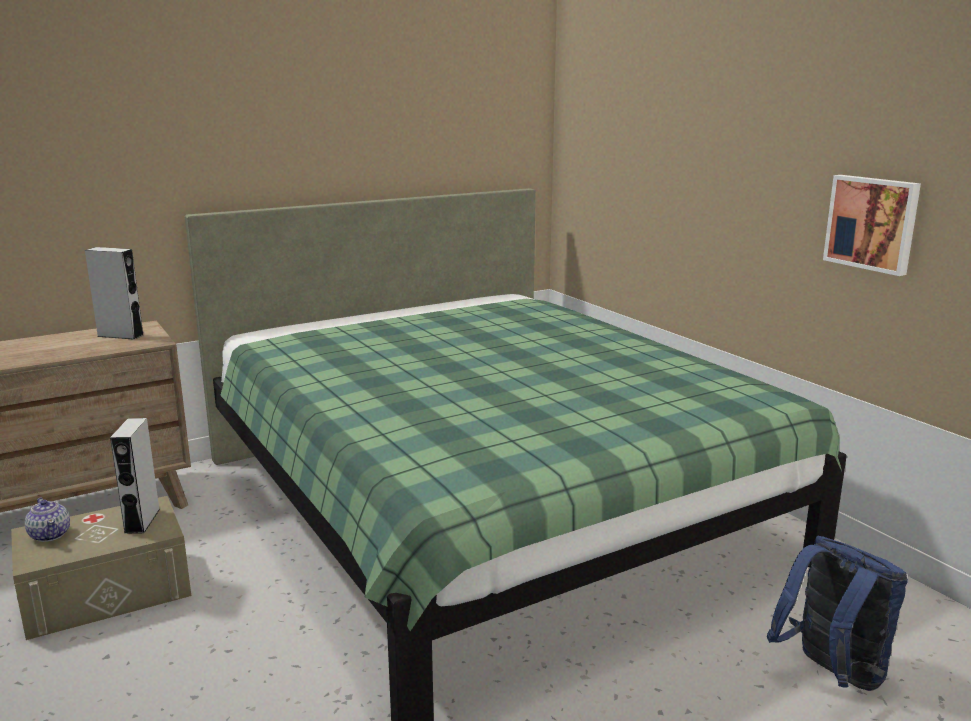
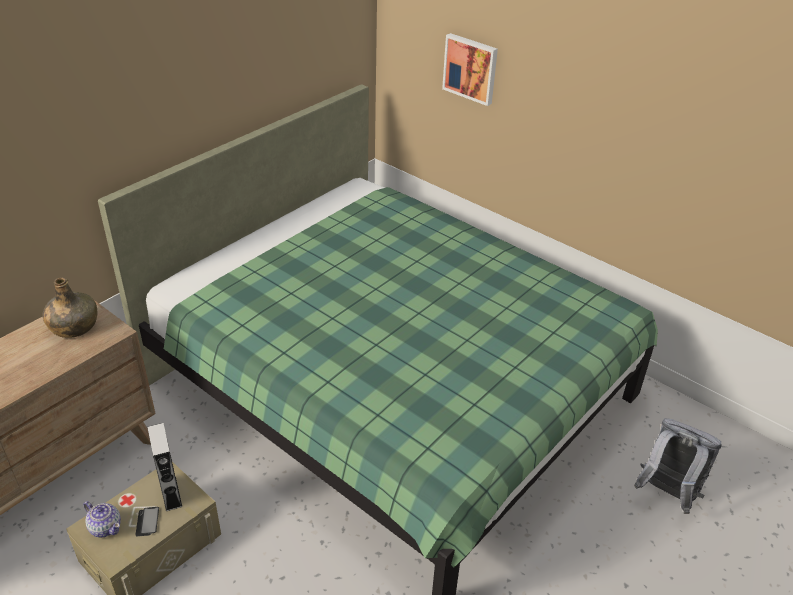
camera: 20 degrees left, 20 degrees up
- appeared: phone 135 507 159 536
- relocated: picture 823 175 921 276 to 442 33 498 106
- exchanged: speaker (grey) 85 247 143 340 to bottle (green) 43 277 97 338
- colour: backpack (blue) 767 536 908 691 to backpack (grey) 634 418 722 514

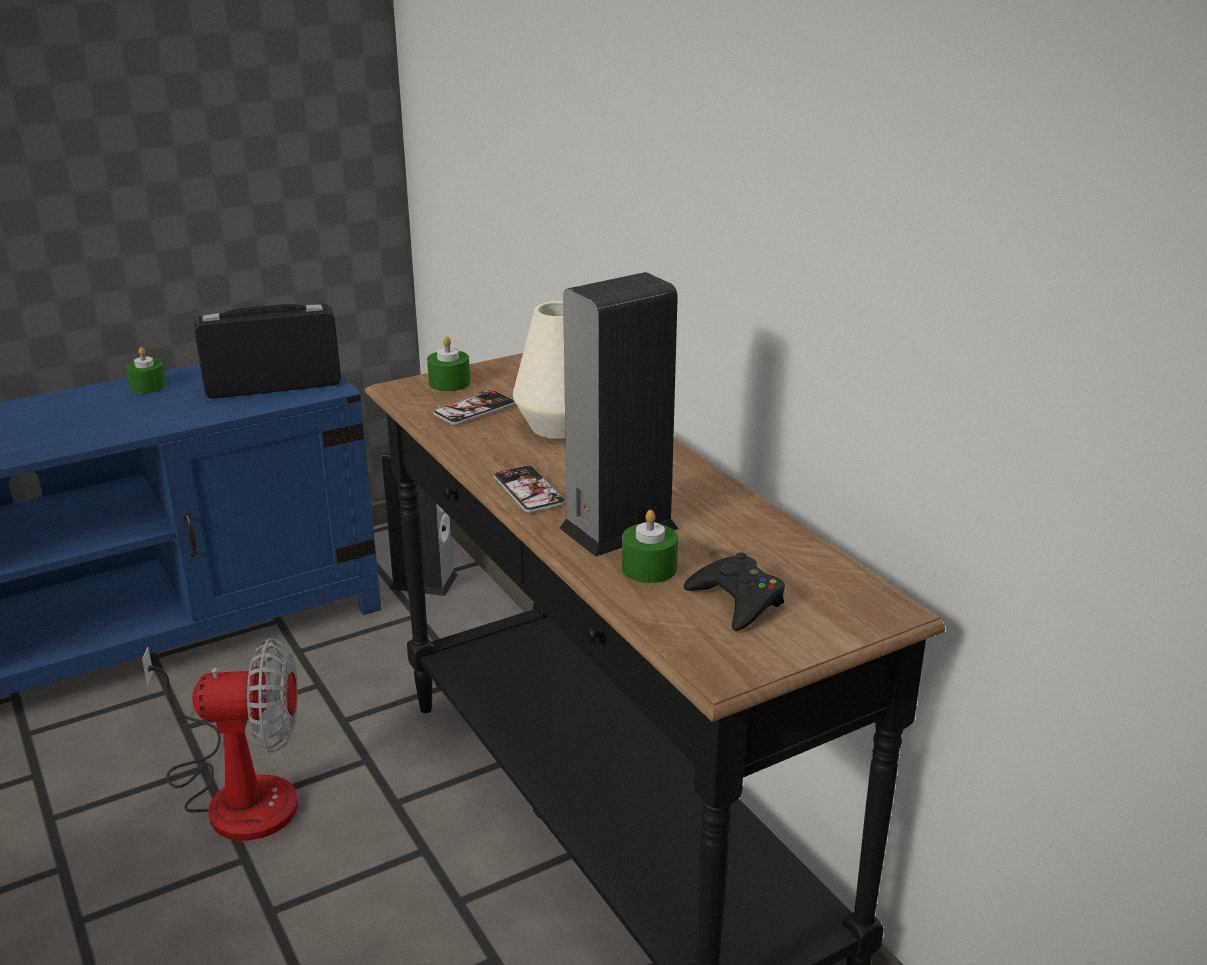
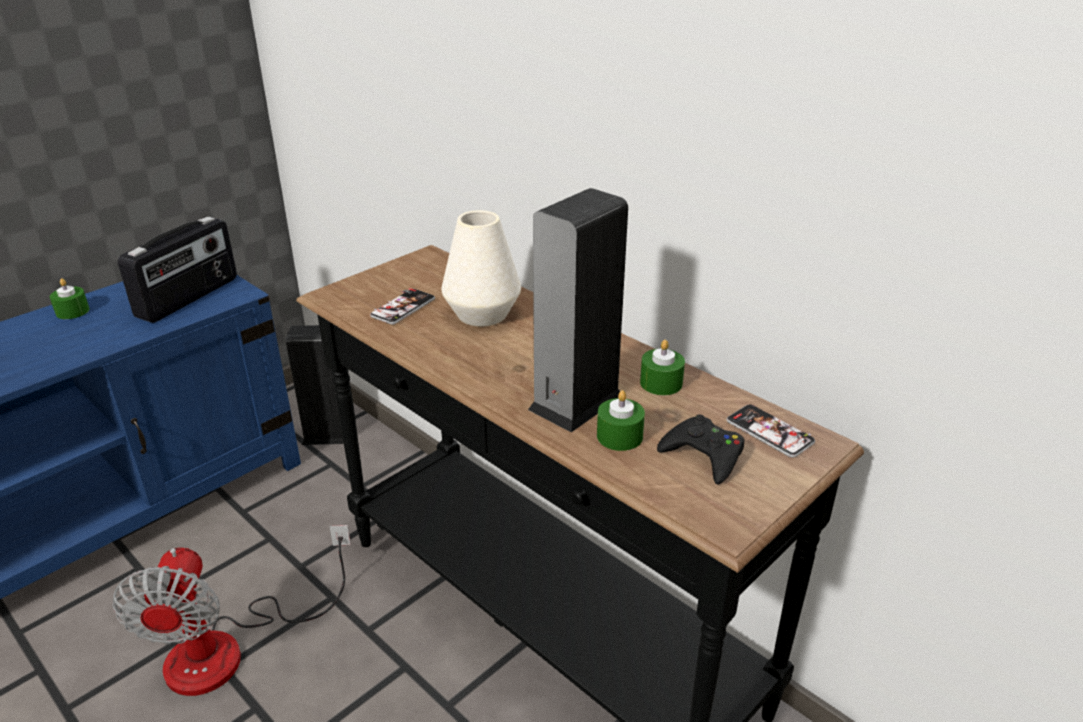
camera: 15 degrees left, 5 degrees up
- relocated: candle (green) 427 336 470 392 to 640 340 685 395
- relocated: phone 494 465 566 513 to 726 404 815 458
- spun: fan 142 638 298 841 = 112 525 351 696 105 degrees clockwise
- spun: radio 195 304 341 399 = 118 216 237 323 150 degrees clockwise

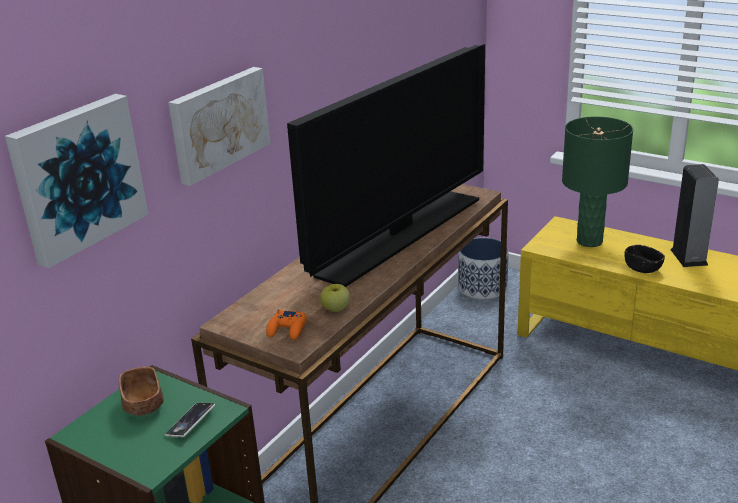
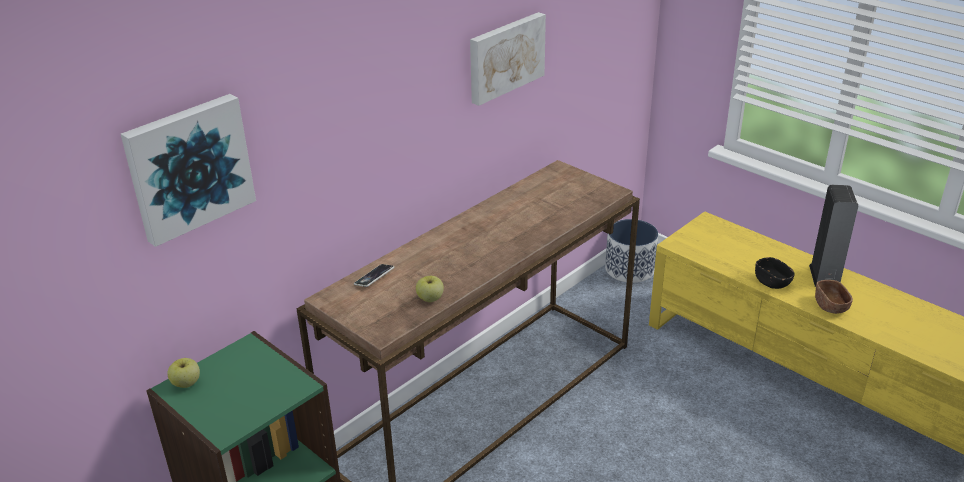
camera: 10 degrees right, 5 degrees up
- missing: game controller (orange) 266 309 307 340
- missing: television 287 44 485 287
- missing: table lamp (green) 562 116 633 247
- appeared: apple 167 358 200 388
- relocated: bowl (brown) 119 367 164 416 to 815 280 853 314
- relocated: phone 165 403 215 437 to 354 264 394 287
- relocated: picture 168 67 271 186 to 470 12 546 106

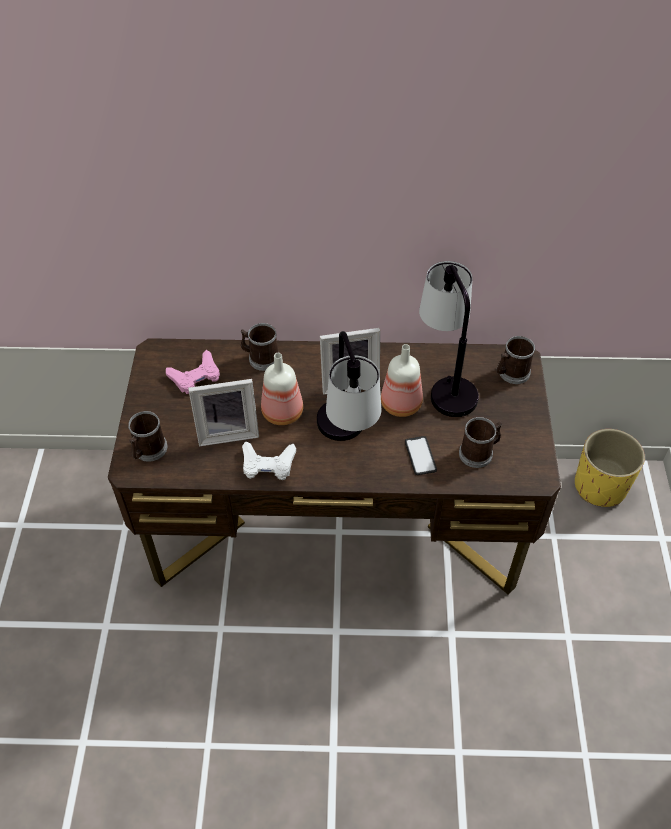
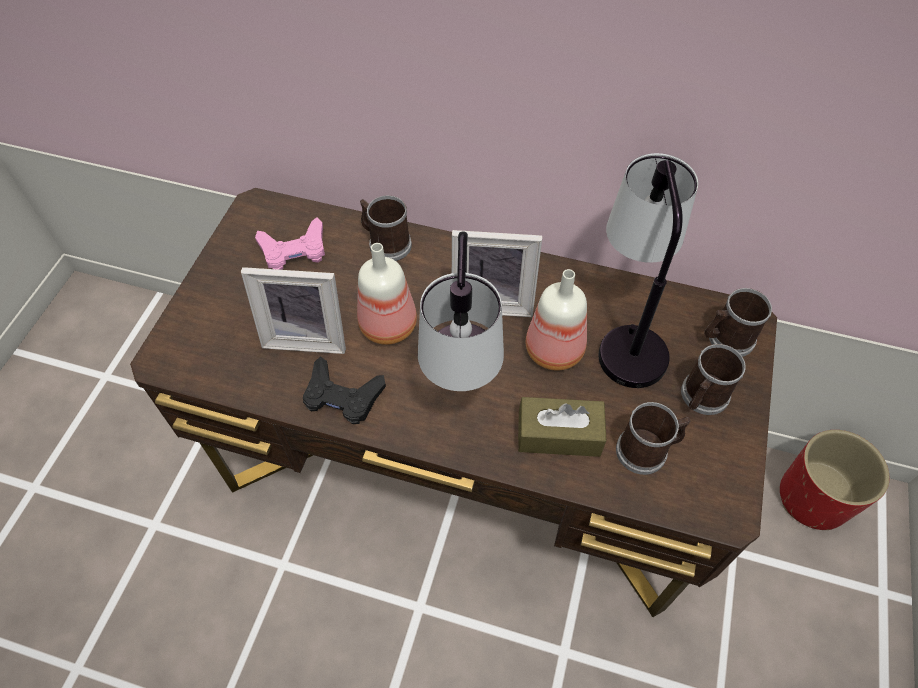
camera: 15 degrees right, 5 degrees up
- relocated: mug 128 411 168 462 to 681 344 746 415
- exchanged: phone 405 436 437 475 to tissue box (brown) 518 397 606 457
- colour: game controller (white) 242 441 296 480 to game controller (black) 303 356 386 424
- colour: planter (yellow) 575 429 645 507 to planter (red) 780 430 890 530

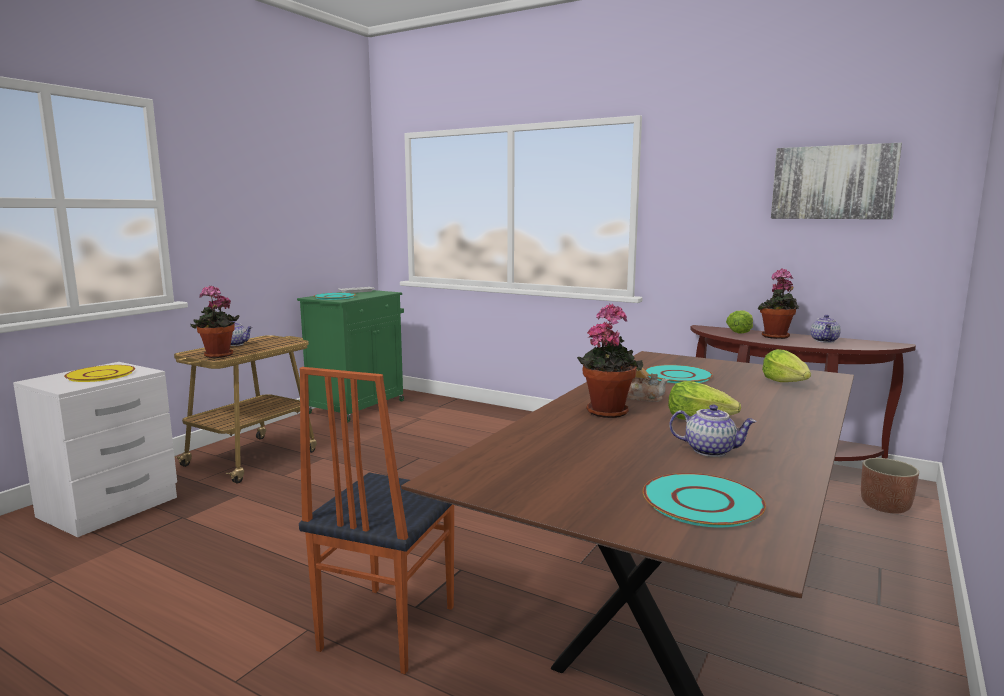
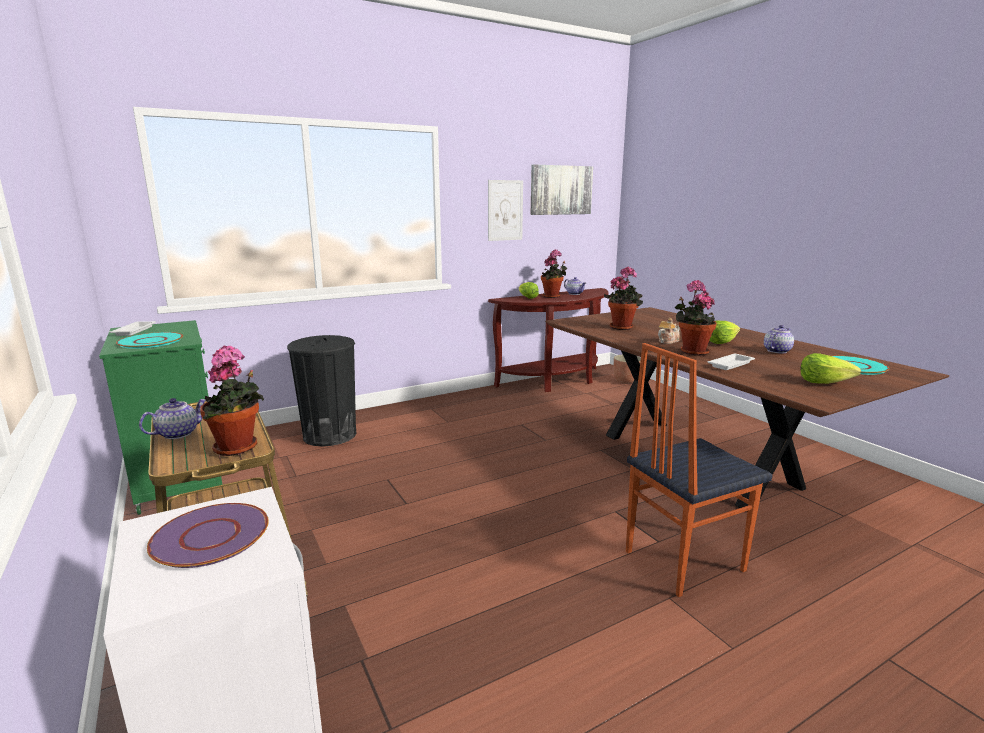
camera: 60 degrees left, 5 degrees up
- appeared: trash can (black) 287 335 357 446
- appeared: picture 488 180 523 241
- appeared: tray (white) 707 354 755 370
- relocated: lettuce 762 349 811 382 to 801 353 861 384
- exchanged: plate (turquoise) 645 365 713 383 to potted plant 604 267 643 330
- colour: plate (yellow) 64 365 135 382 to plate (purple) 147 503 269 568
- spun: chair 299 367 454 674 = 626 343 772 597 105 degrees clockwise

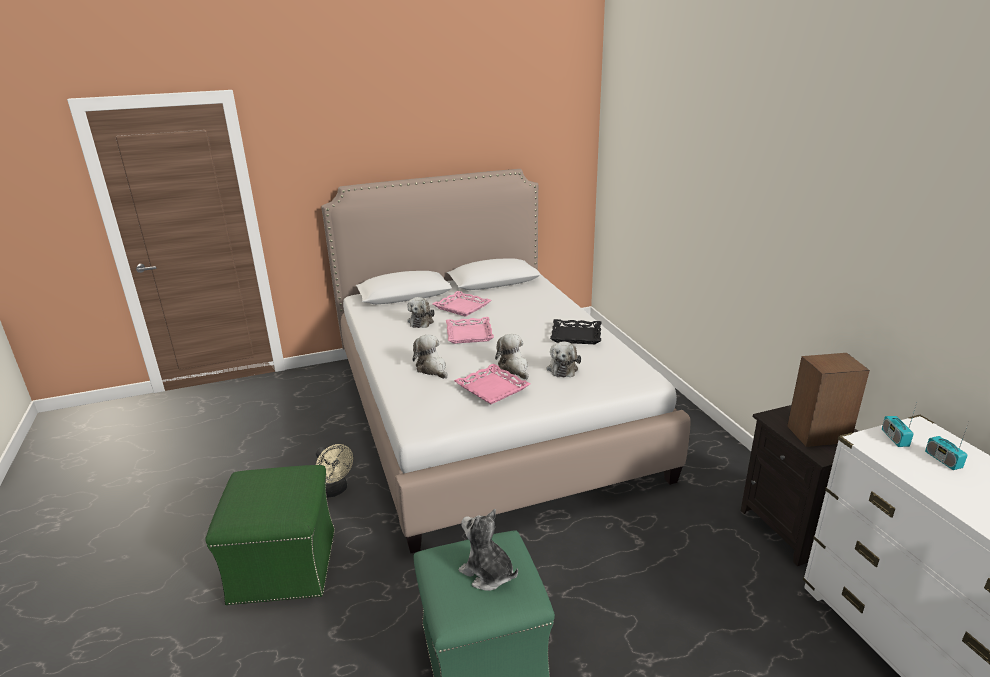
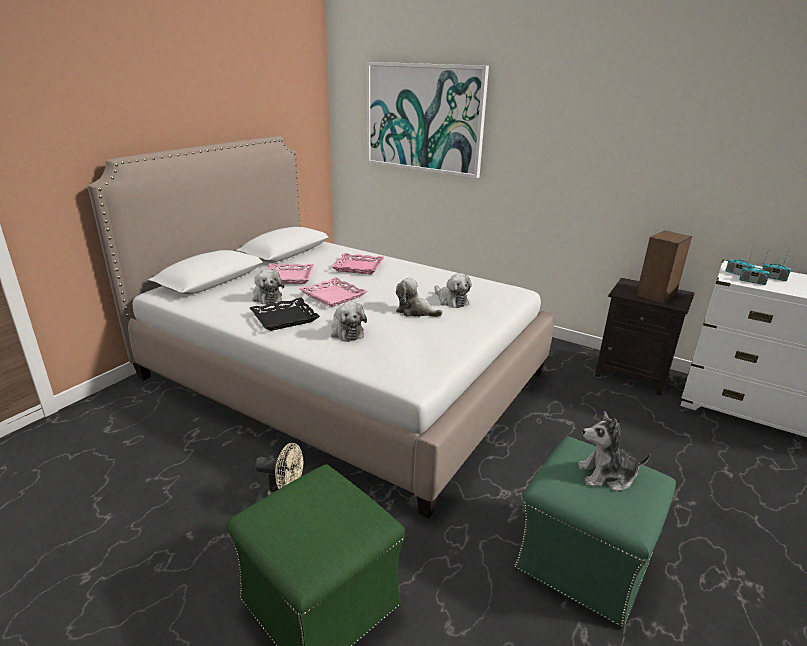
camera: 40 degrees left, 0 degrees up
- appeared: picture 367 62 489 178
- appeared: radio 739 249 769 285
- relocated: tray (pink) 454 364 531 404 to 331 253 385 274
- relocated: tray (black) 550 319 601 344 to 250 298 320 331
- spun: plush toy 413 335 448 379 = 331 302 367 342 135 degrees counterclockwise

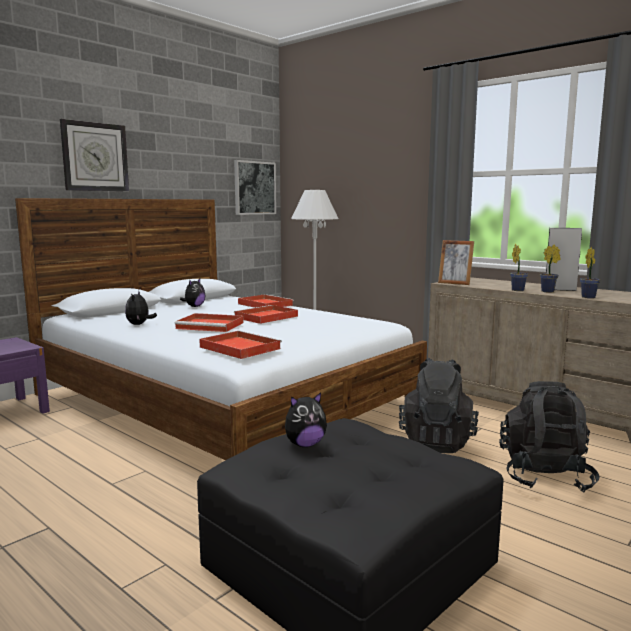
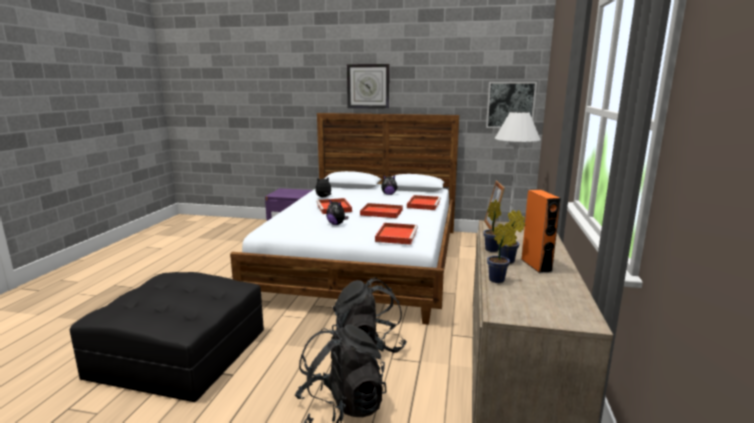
camera: 60 degrees right, 5 degrees up
- relocated: tray (red) 199 331 282 359 to 375 223 418 245
- relocated: plush toy 285 392 327 447 to 326 199 348 225
- colour: speaker (grey) 546 228 582 291 to speaker (orange) 521 190 561 273

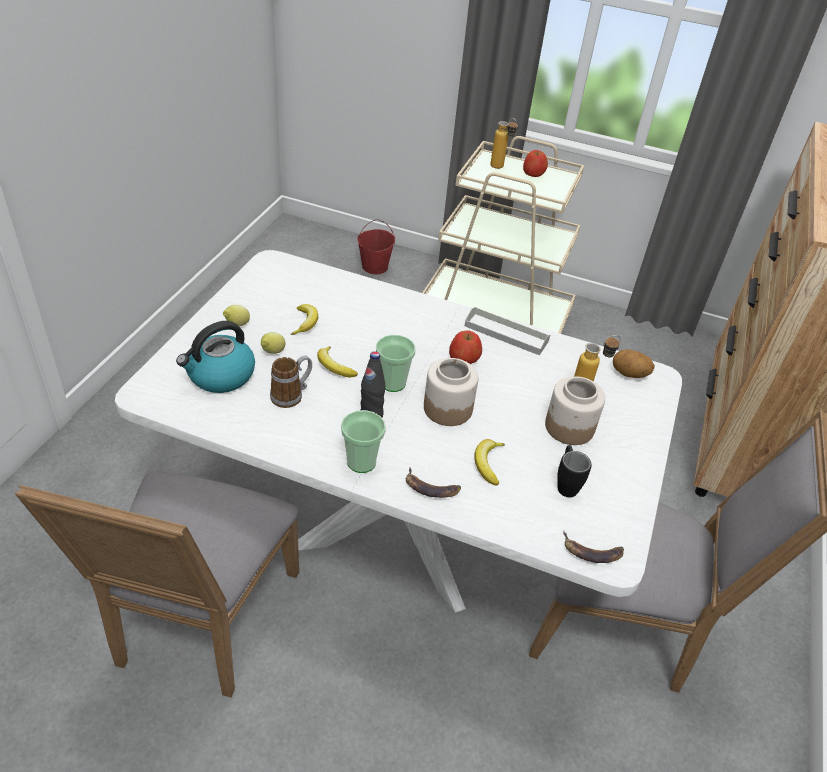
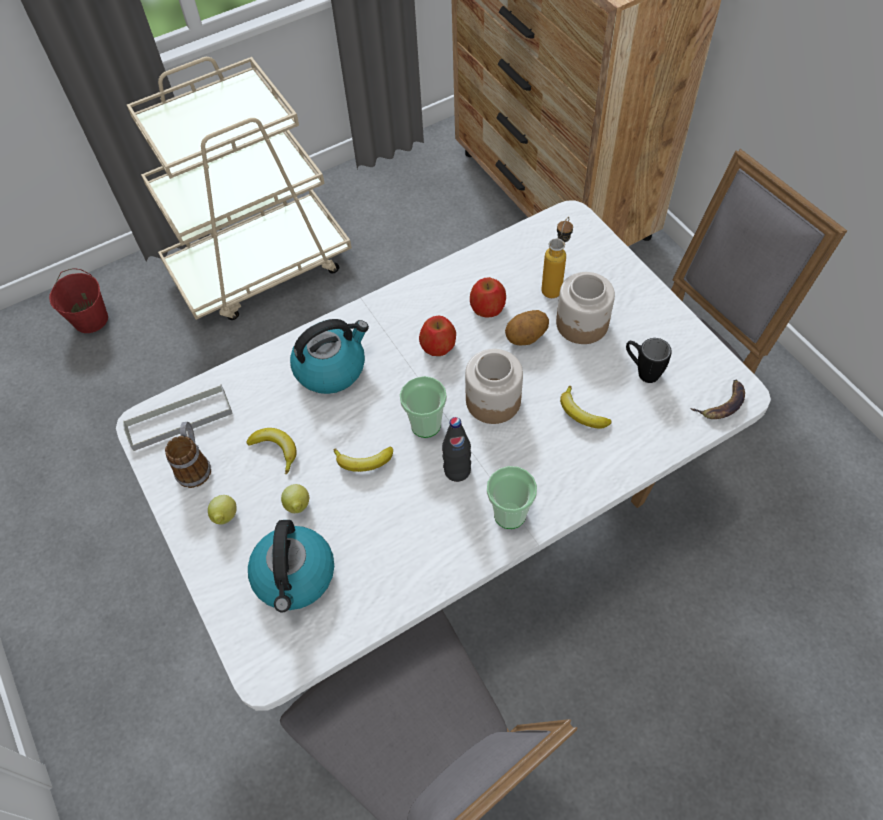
camera: 45 degrees left, 15 degrees up
- missing: banana 406 467 461 498
- missing: bottle 490 118 518 169
- appeared: kettle 290 319 369 394
- relocated: mug 270 355 312 408 to 165 422 211 488
- relocated: tray (grey) 465 307 550 355 to 123 384 233 451
- relocated: apple 523 150 548 177 to 470 277 506 318
- relocated: potato 613 349 655 378 to 505 310 549 346

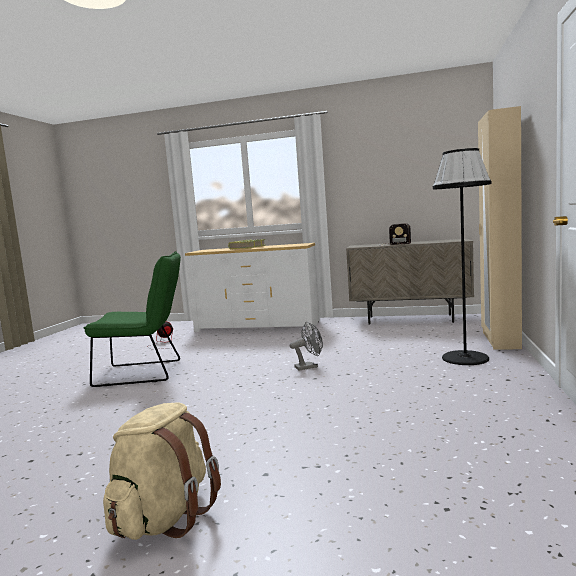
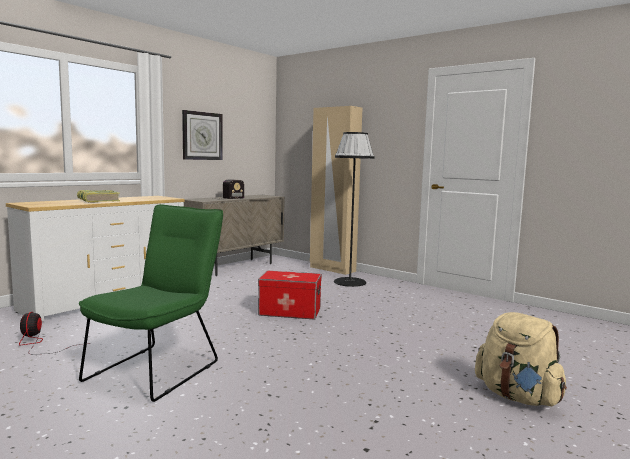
camera: 65 degrees left, 0 degrees up
- appeared: wall clock 182 110 223 160
- exchanged: fan (grey) 290 322 323 370 to storage box 258 271 322 320

